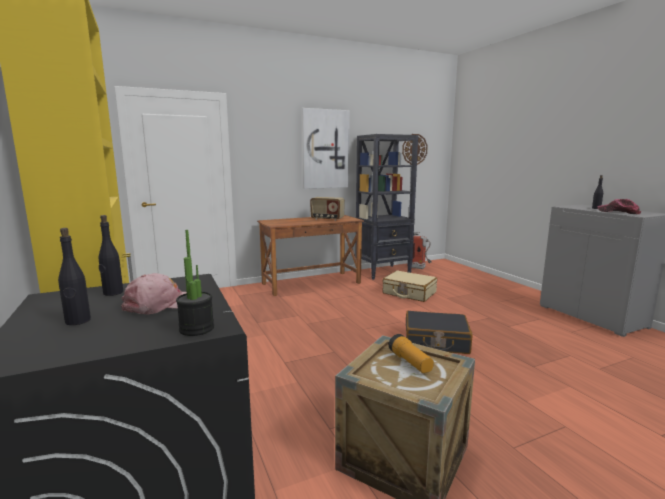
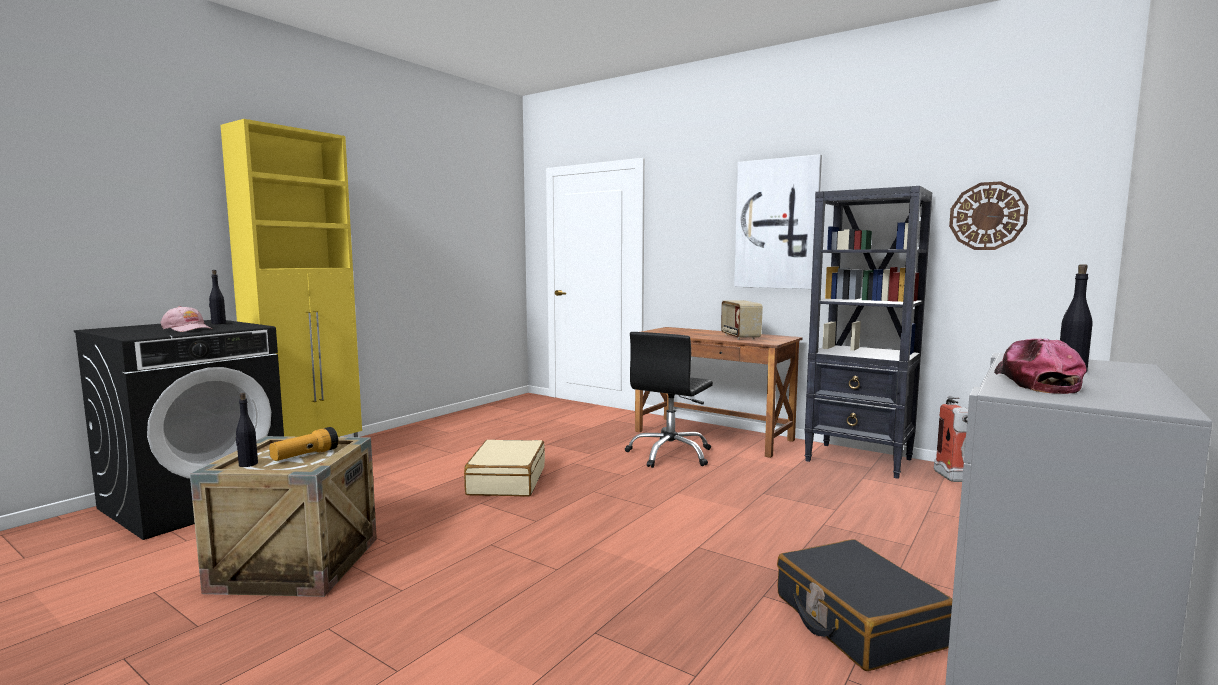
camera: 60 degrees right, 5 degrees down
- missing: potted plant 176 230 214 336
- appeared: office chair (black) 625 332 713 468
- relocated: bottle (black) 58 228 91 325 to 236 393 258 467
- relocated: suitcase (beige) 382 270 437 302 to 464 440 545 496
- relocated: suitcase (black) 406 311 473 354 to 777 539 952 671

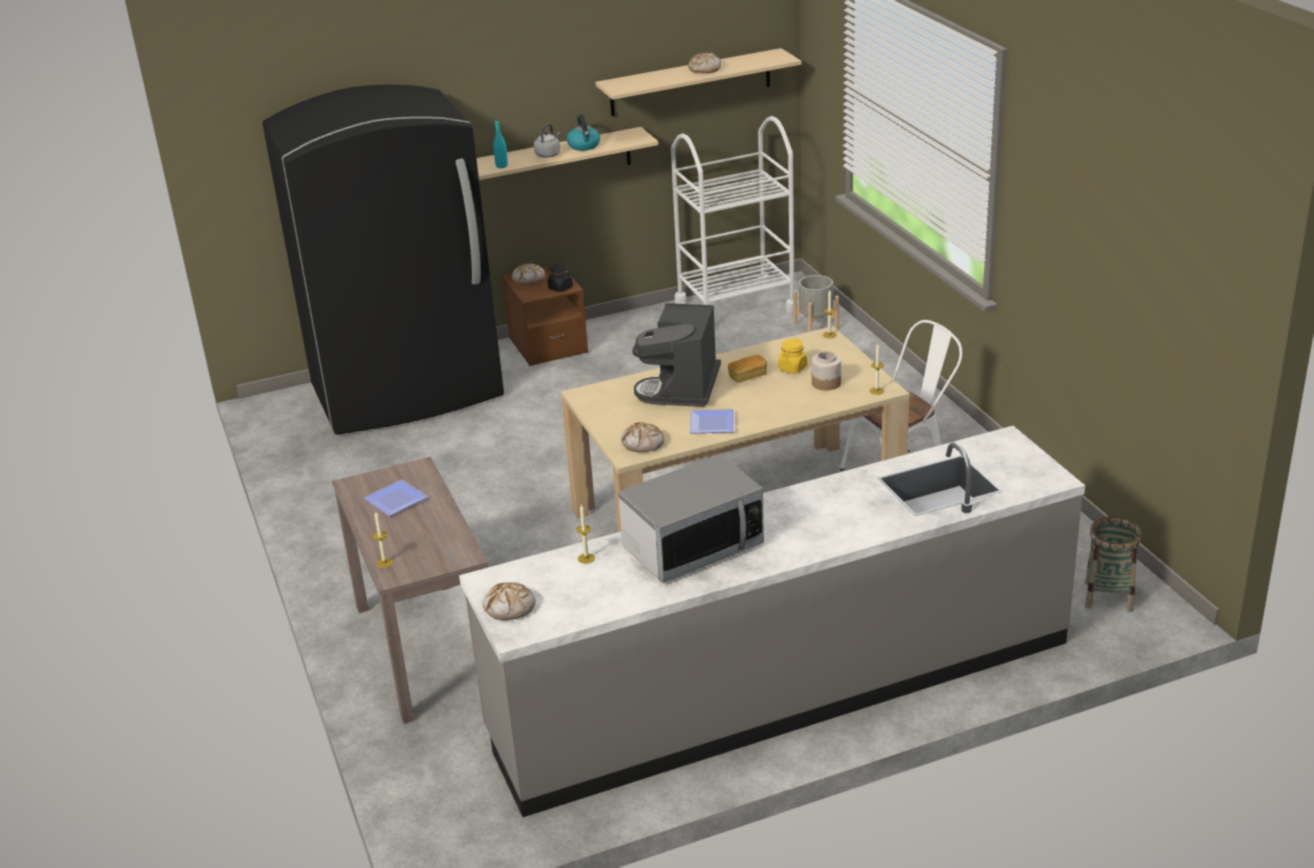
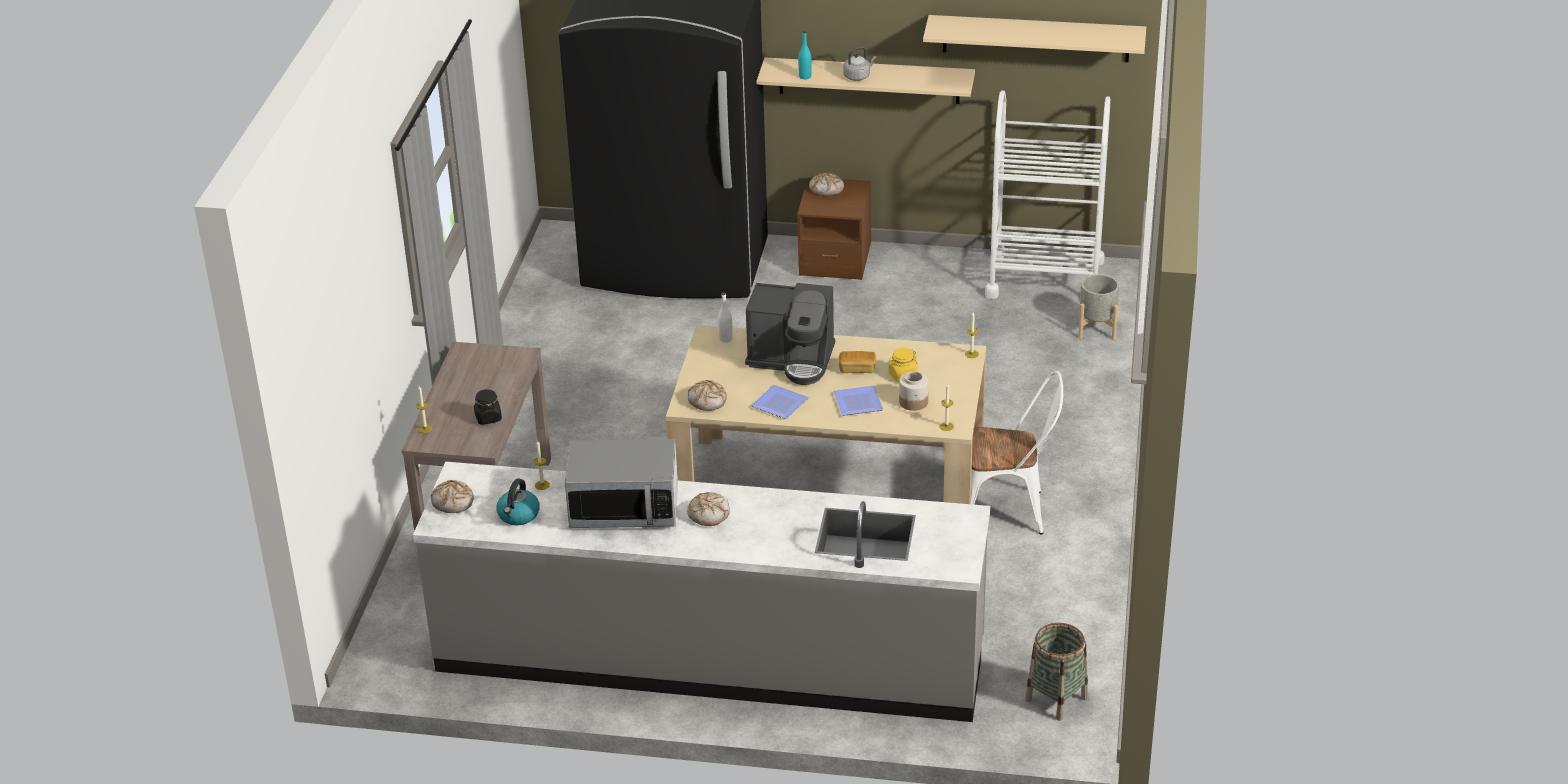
camera: 30 degrees right, 5 degrees up
- appeared: bottle (white) 718 292 733 342
- relocated: plate 364 480 428 516 to 833 386 883 416
- relocated: jar (black) 548 263 573 292 to 474 389 502 425
- relocated: kettle 567 114 600 151 to 496 478 540 525
- relocated: bread 688 53 721 73 to 687 492 730 526
- spun: coffee machine 632 303 721 407 = 745 283 835 385 120 degrees counterclockwise

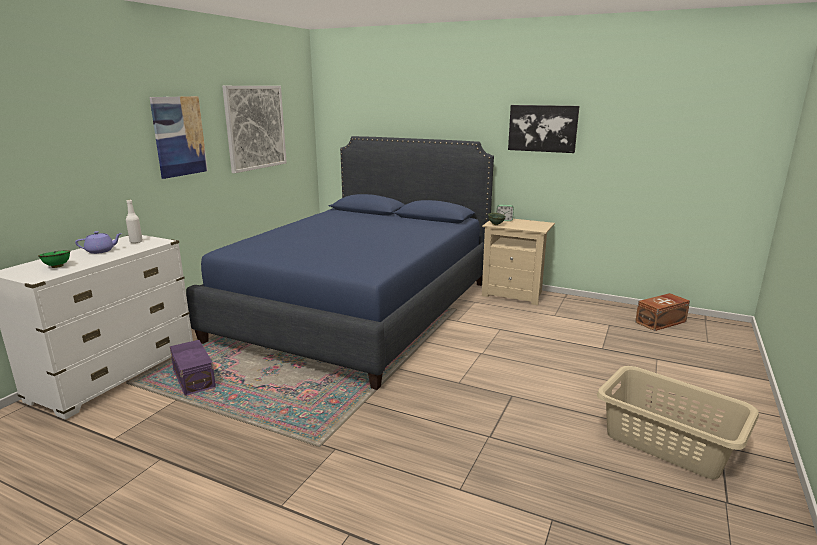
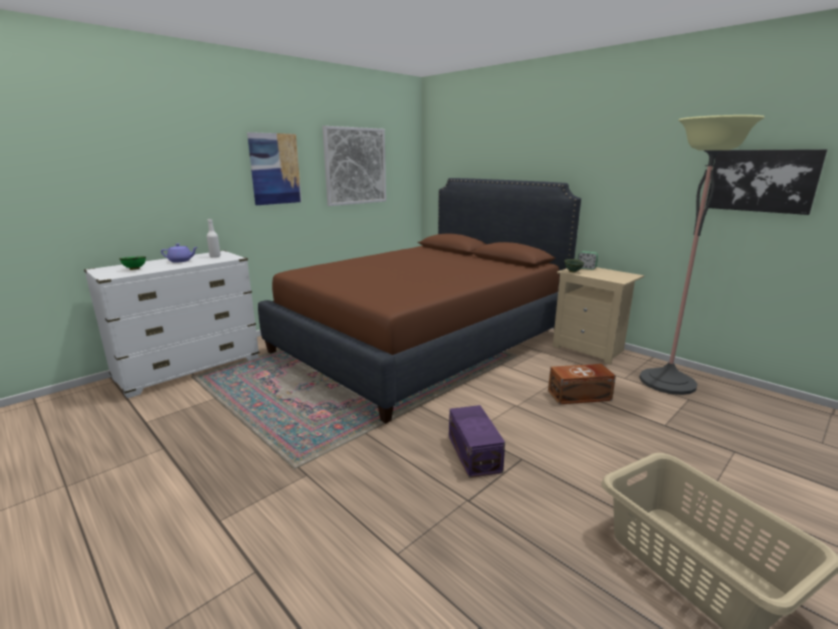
camera: 20 degrees right, 0 degrees up
- appeared: floor lamp 639 115 765 395
- relocated: storage box (purple) 170 340 216 396 to 449 405 505 478
- relocated: picture 508 105 579 153 to 706 149 827 215
- relocated: storage box (brown) 635 293 690 331 to 548 364 616 404
- colour: bed (blue) 186 136 494 390 to bed (brown) 258 178 581 424

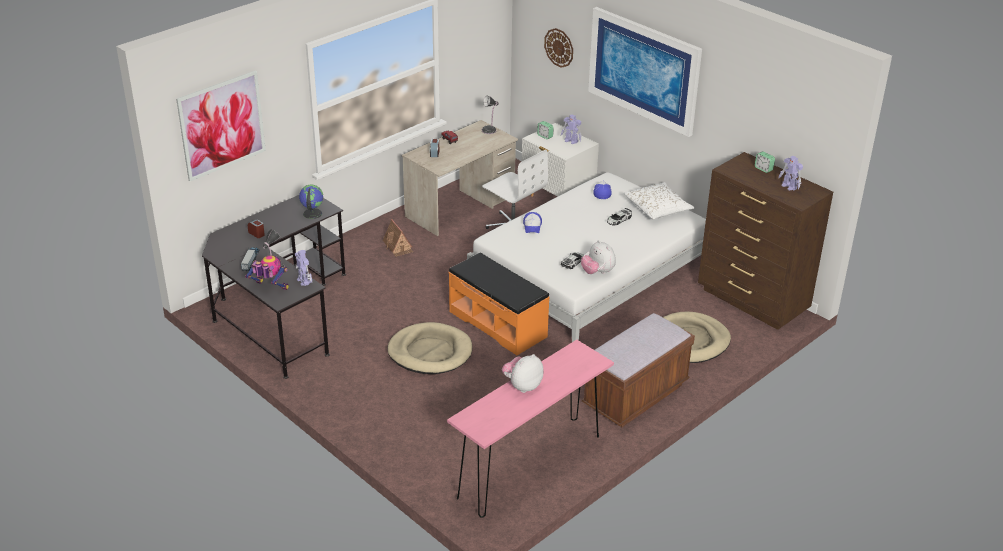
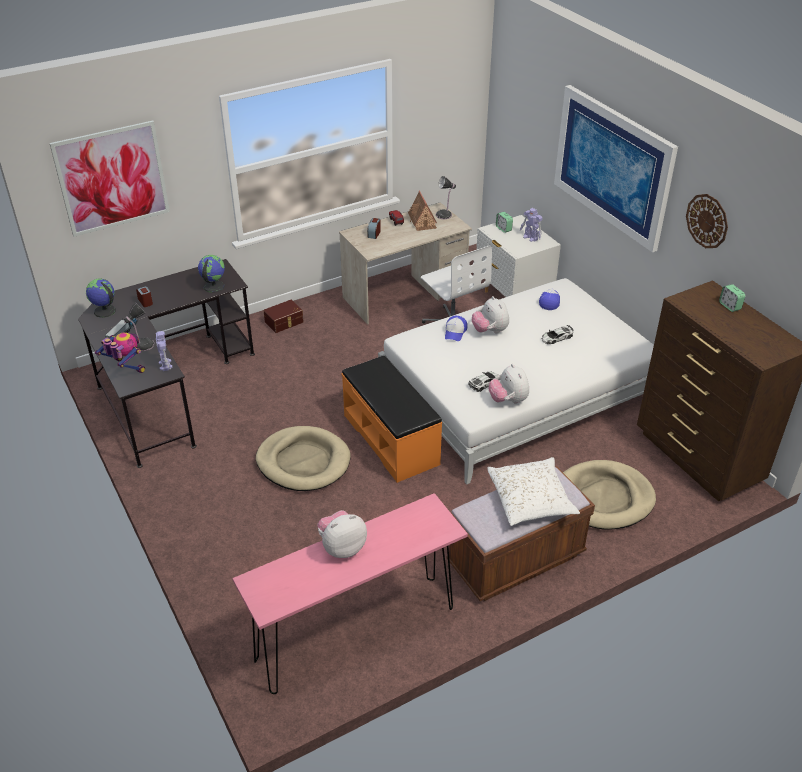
camera: 15 degrees right, 5 degrees up
- missing: toy robot 778 156 803 191
- appeared: globe 86 279 116 318
- appeared: storage box (brown) 264 300 303 333
- appeared: plush toy 472 296 509 334
- relocated: toy house 382 219 413 257 to 408 191 437 231
- relocated: wall clock 544 28 573 68 to 686 194 728 248
- relocated: pillow (white) 624 182 695 220 to 488 457 580 526

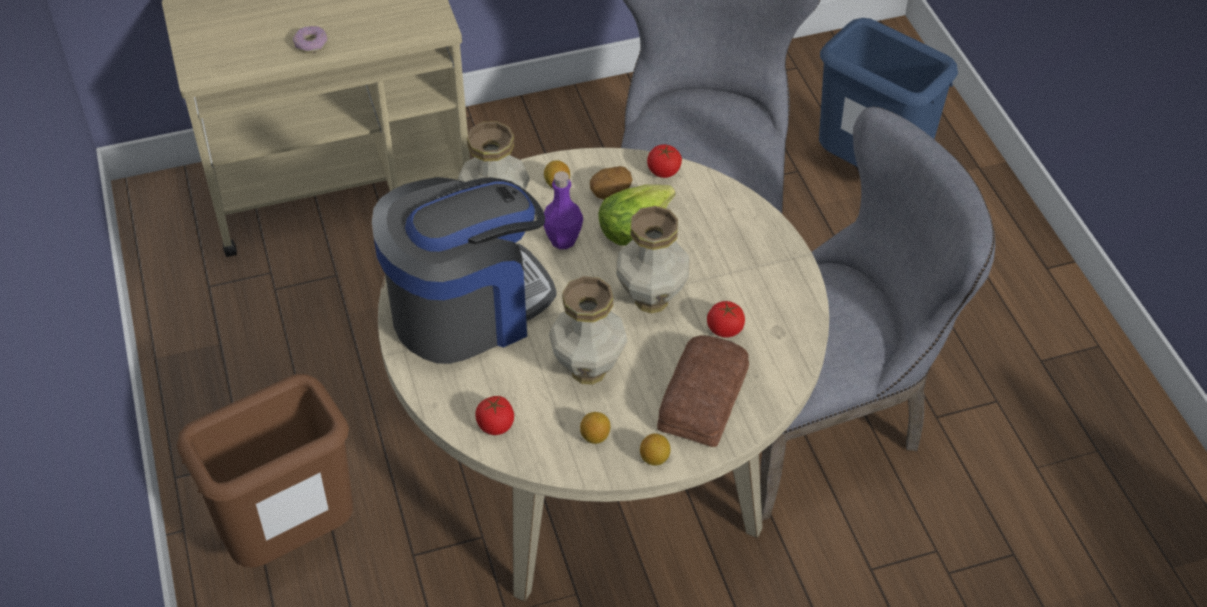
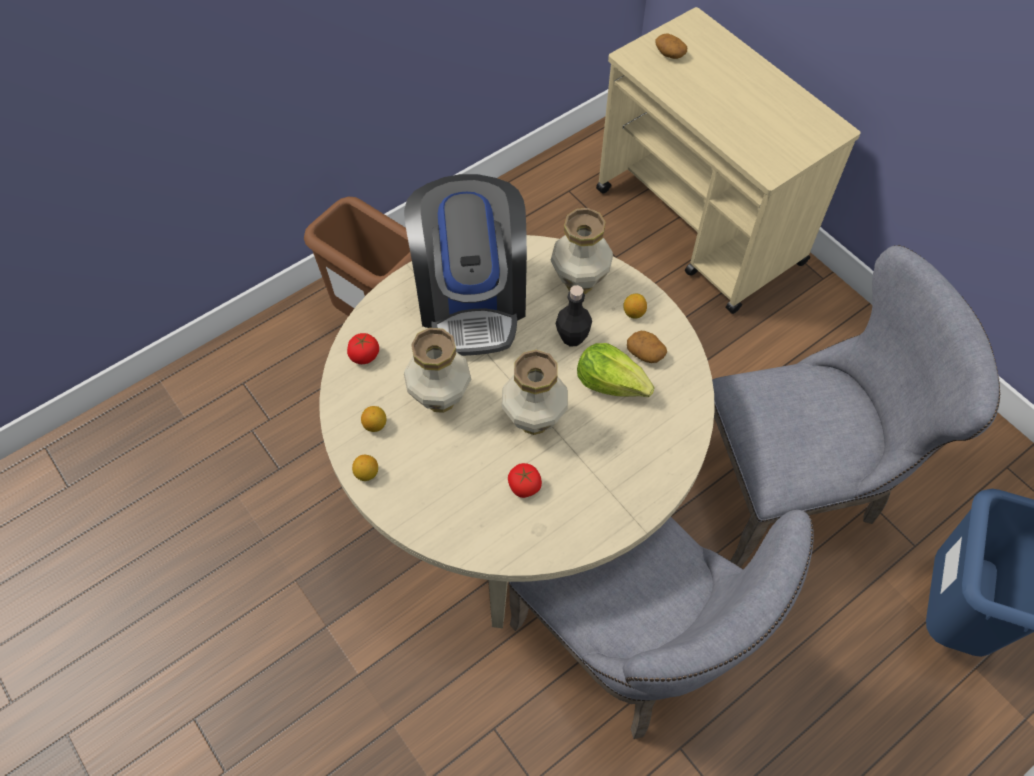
camera: 70 degrees right, 10 degrees up
- missing: donut 293 26 328 53
- missing: tomato 647 144 682 178
- missing: bread 657 335 749 447
- appeared: potato 655 34 687 59
- colour: bottle (purple) 543 171 583 249 to bottle (black) 556 285 592 347
- spun: coffee machine 372 177 557 364 = 404 174 527 356 45 degrees clockwise

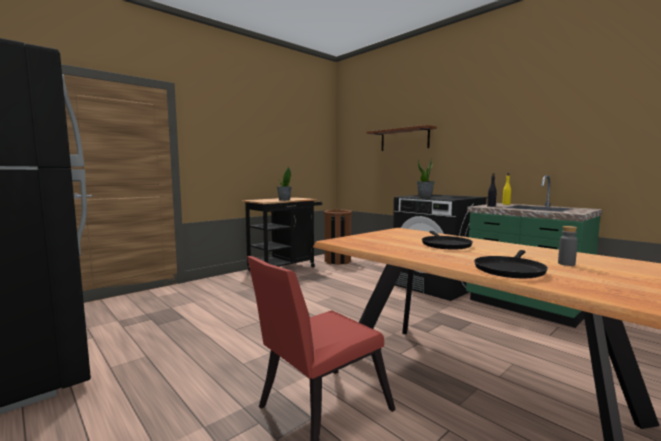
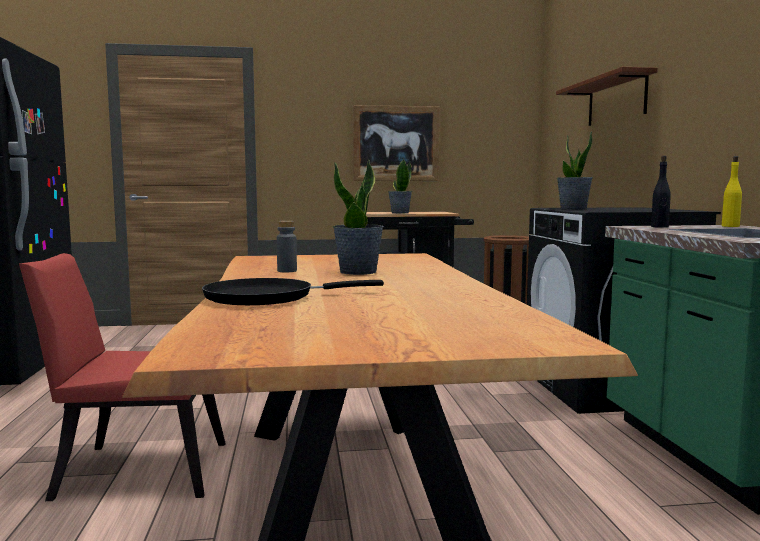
camera: 35 degrees right, 0 degrees up
- appeared: picture 353 105 439 181
- relocated: bottle (grey) 558 226 578 266 to 277 221 297 272
- exchanged: frying pan (black) 422 231 473 250 to potted plant 333 160 384 275

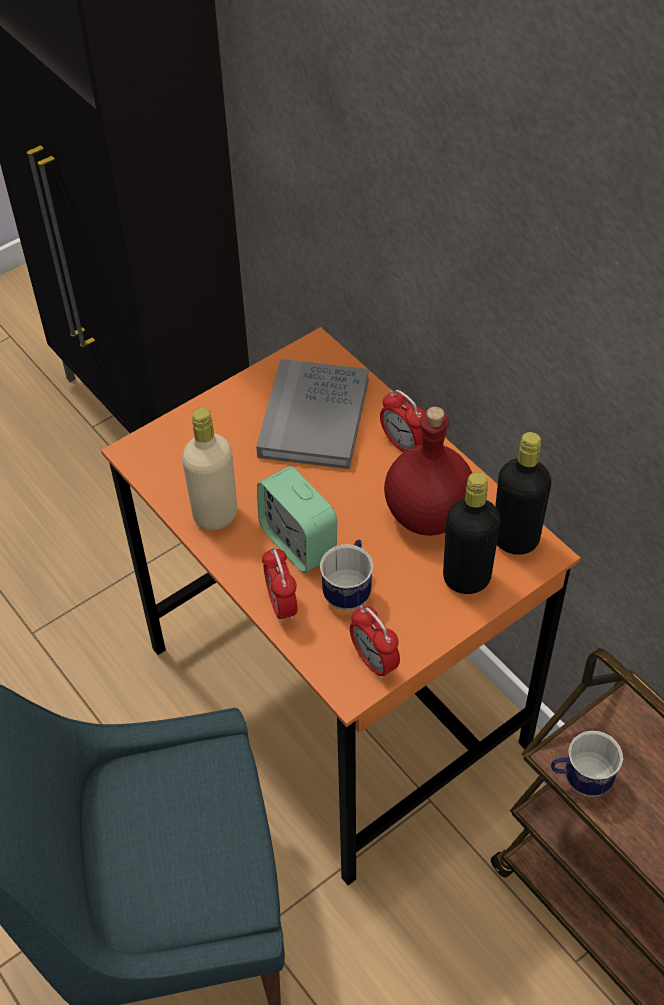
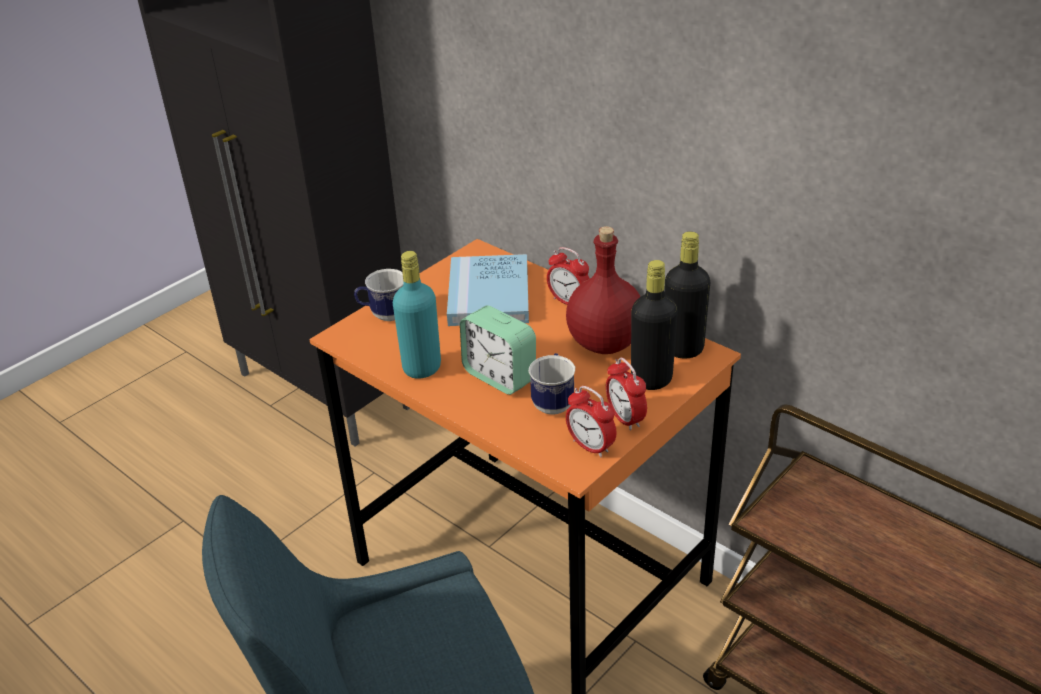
camera: 10 degrees left, 15 degrees down
- relocated: alarm clock 262 547 298 622 to 606 358 647 431
- relocated: mug 551 731 623 797 to 354 269 404 321
- colour: bottle (beige) 182 407 237 530 to bottle (turquoise) 393 251 441 379
- colour: book (grey) 256 359 369 469 to book (blue) 447 254 529 326

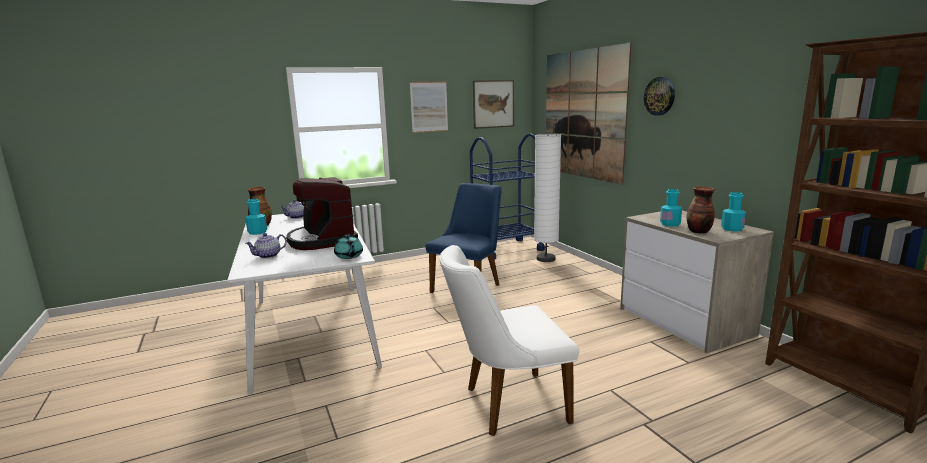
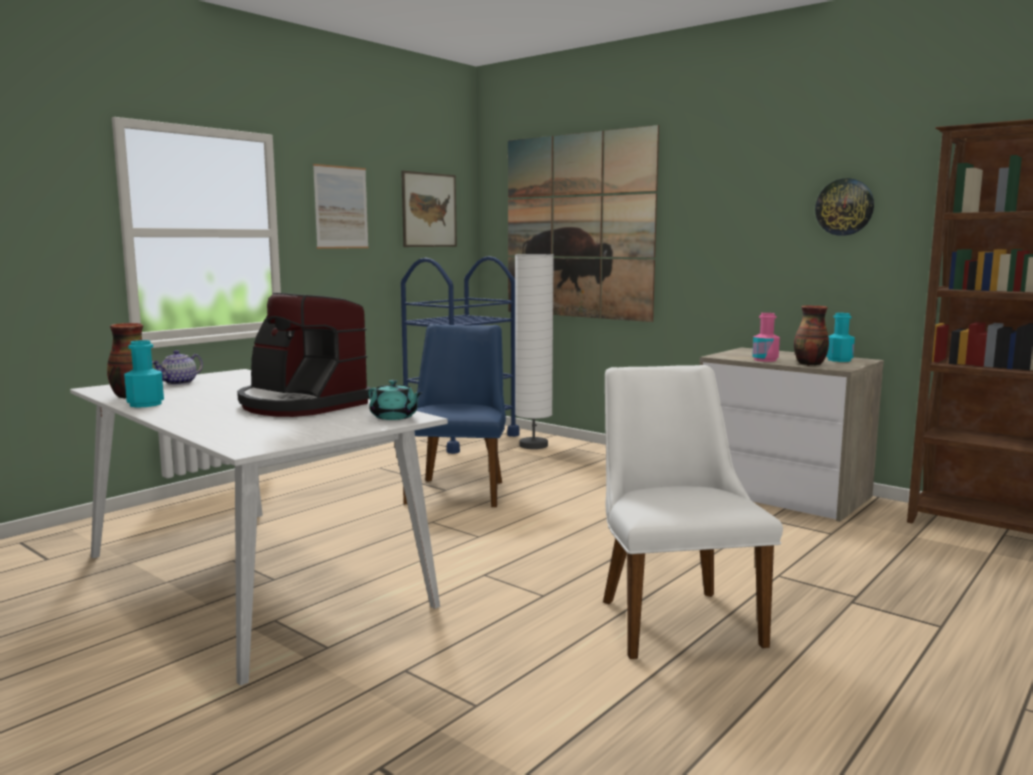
camera: 25 degrees left, 5 degrees down
- missing: teapot 245 233 287 259
- relocated: wall clock 644 77 675 116 to 815 178 874 236
- colour: bottle (turquoise) 660 189 682 227 to bottle (pink) 752 313 780 362
- spun: chair (white) 439 245 579 436 = 603 365 783 659 120 degrees clockwise

